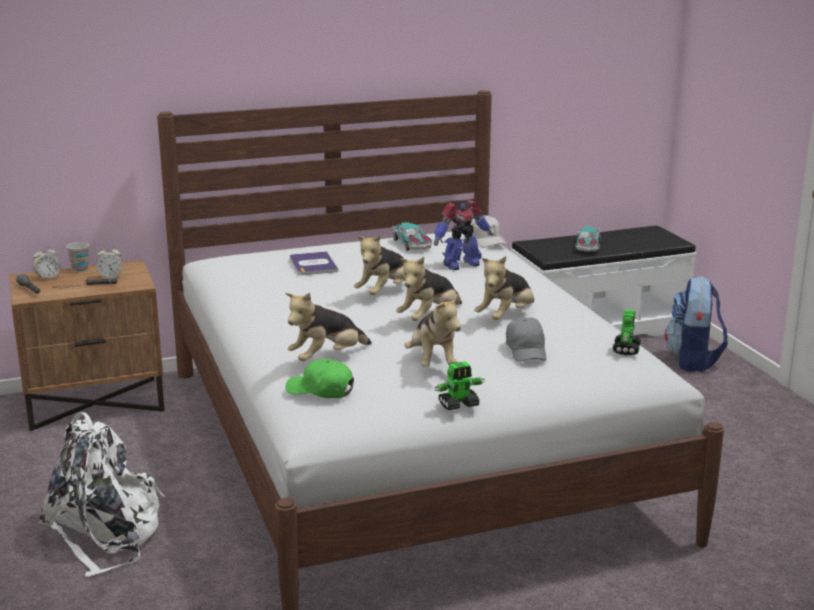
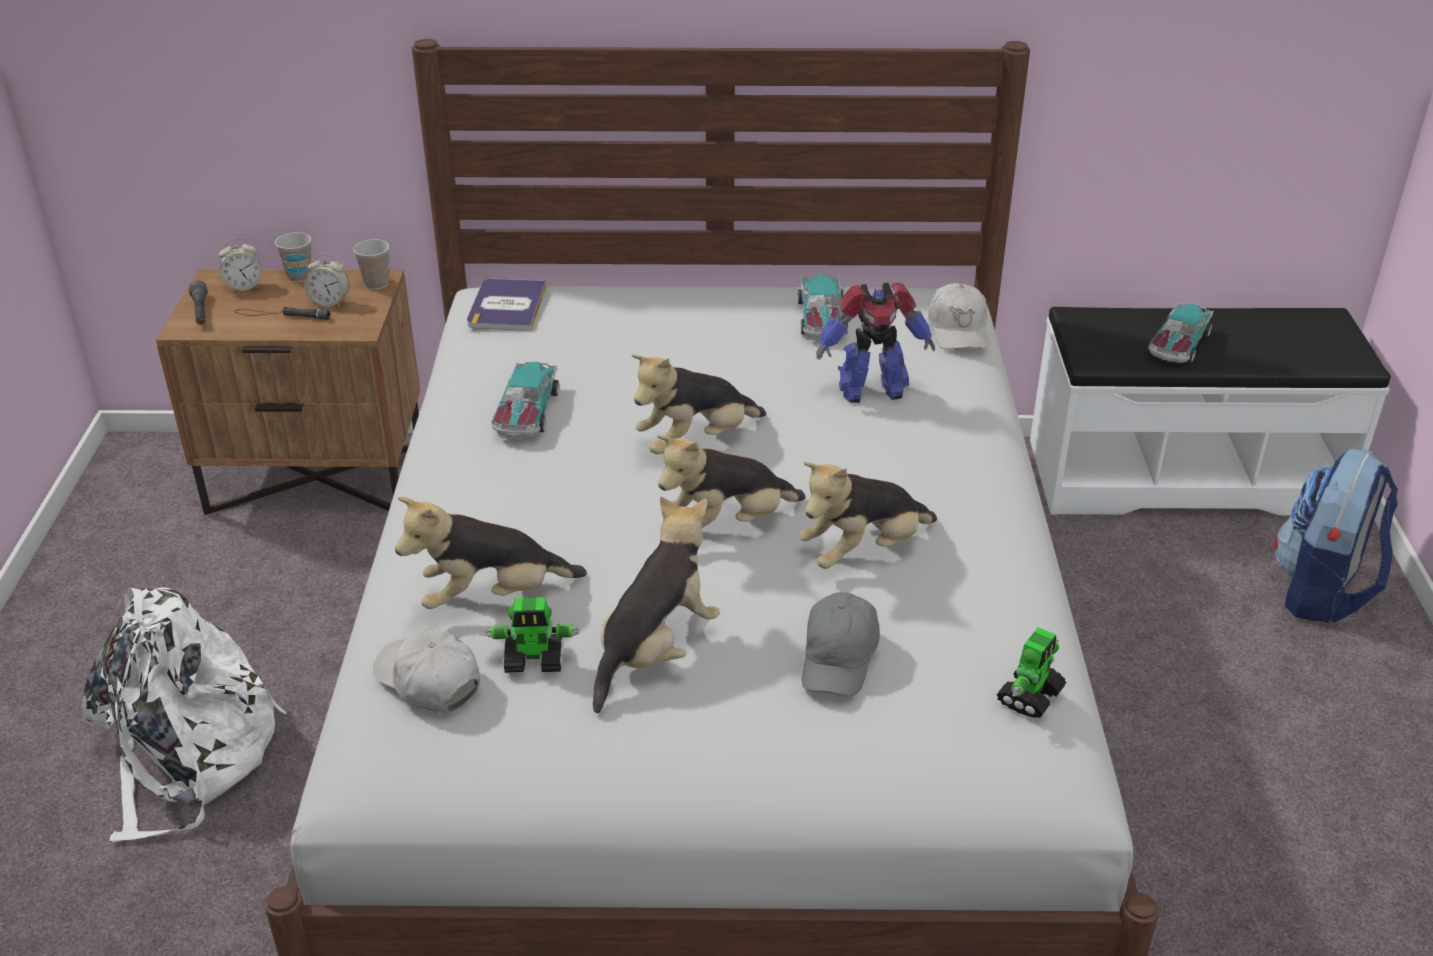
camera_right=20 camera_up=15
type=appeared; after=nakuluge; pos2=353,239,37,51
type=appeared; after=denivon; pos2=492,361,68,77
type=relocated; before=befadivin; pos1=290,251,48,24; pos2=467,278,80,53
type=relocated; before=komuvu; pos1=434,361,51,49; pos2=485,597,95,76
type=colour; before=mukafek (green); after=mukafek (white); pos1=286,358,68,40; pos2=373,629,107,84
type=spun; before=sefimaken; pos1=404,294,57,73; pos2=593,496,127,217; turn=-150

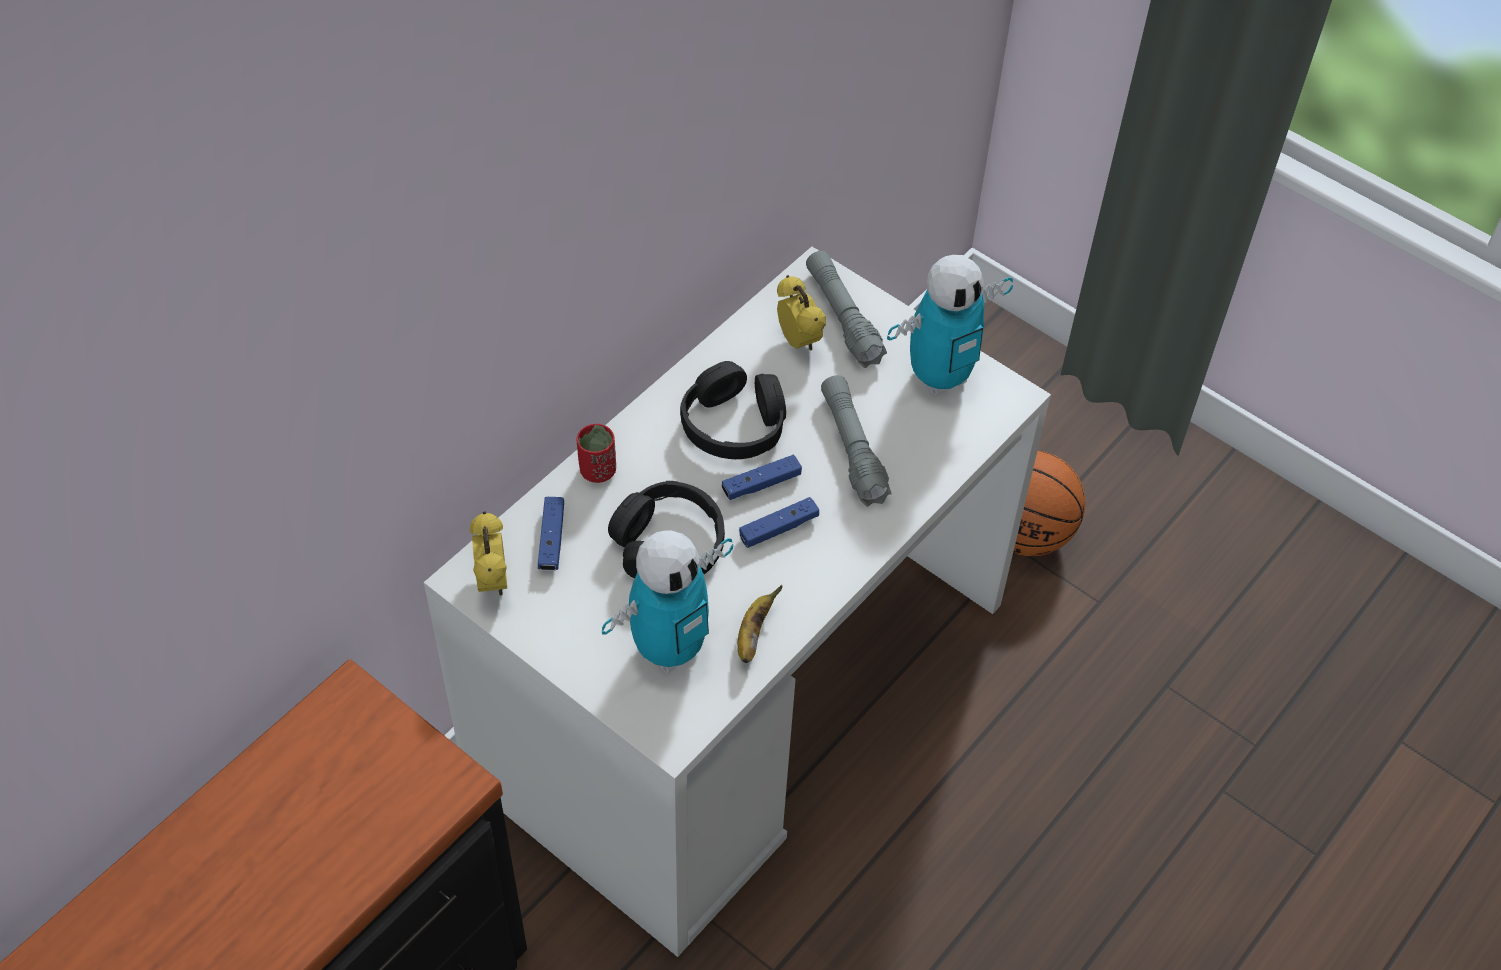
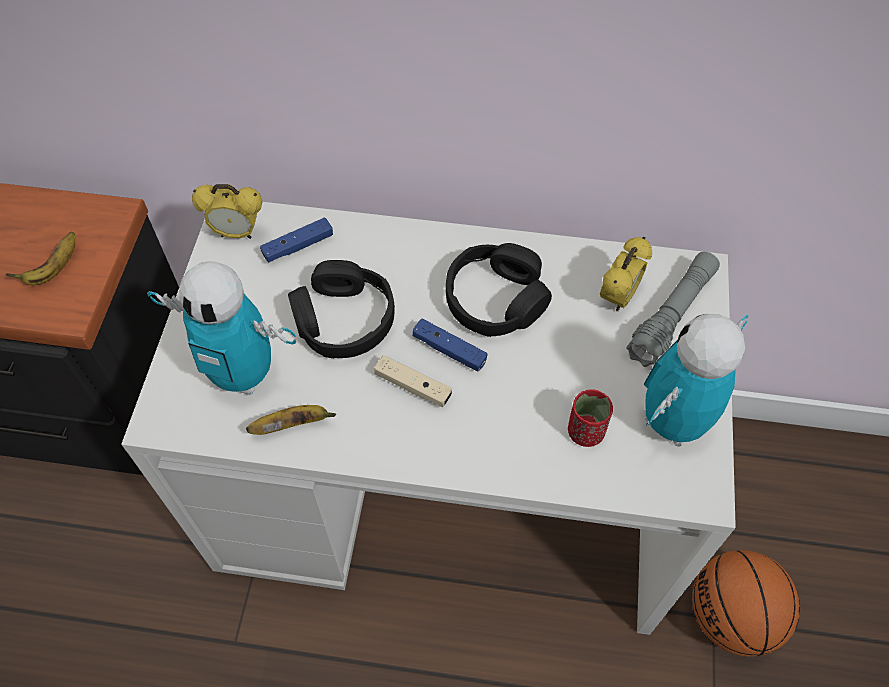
camera_right=60 camera_up=5
type=missing; before=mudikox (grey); pos1=821,375,70,132
type=appeared; after=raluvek; pos2=5,232,70,53
type=relocated; before=nakuluge (red); pos1=577,424,39,59; pos2=568,389,45,58
type=colour; before=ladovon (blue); after=ladovon (beige); pos1=739,497,80,51; pos2=374,355,78,52
type=spun; before=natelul; pos1=470,511,37,85; pos2=192,184,71,55; turn=45
type=spun; before=komuvu; pos1=887,255,126,140; pos2=644,314,105,133; turn=105

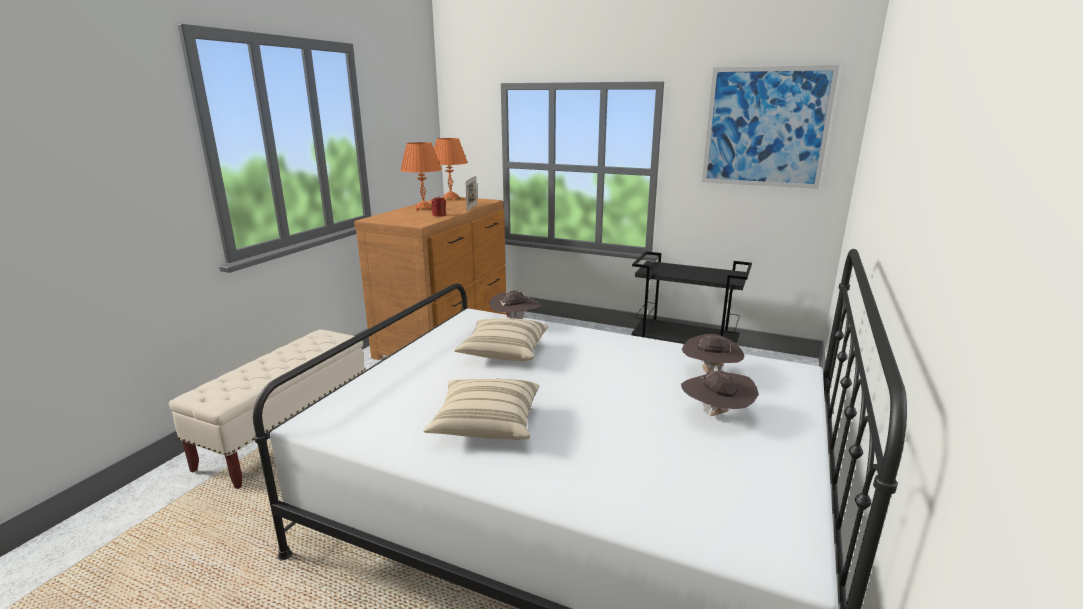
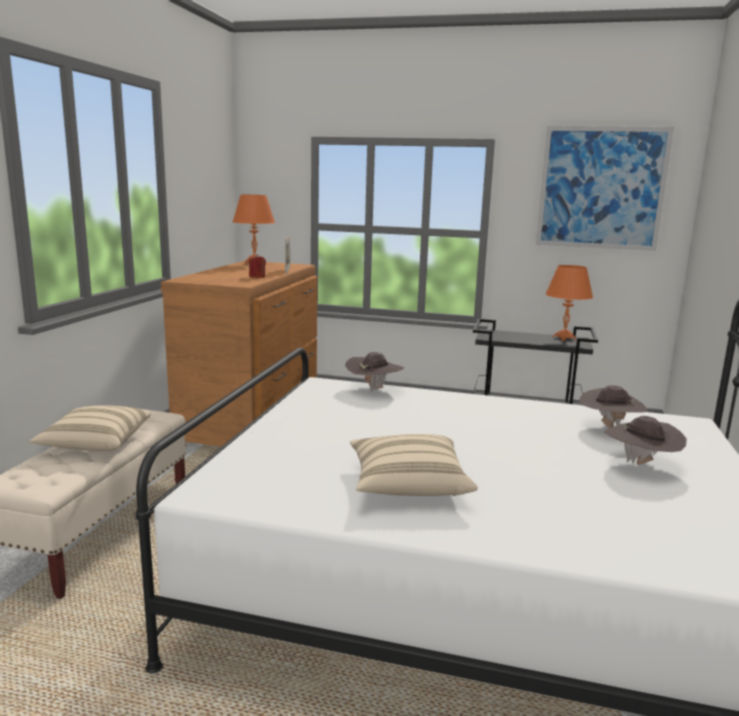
camera_right=-10 camera_up=-5
type=relocated; before=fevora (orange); pos1=400,142,42,69; pos2=545,265,48,76
type=relocated; before=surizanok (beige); pos1=454,318,94,44; pos2=29,405,122,46

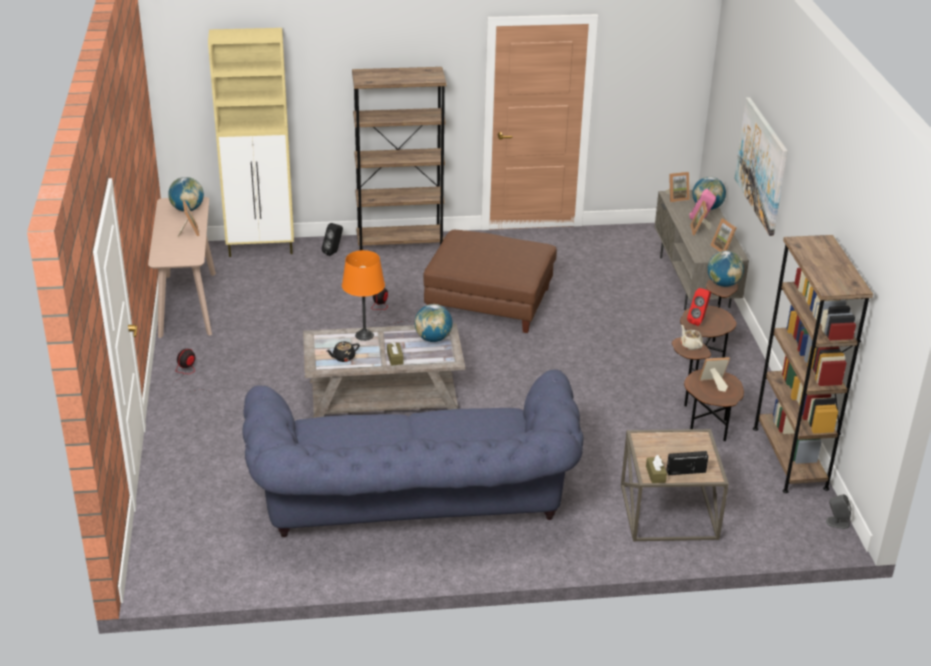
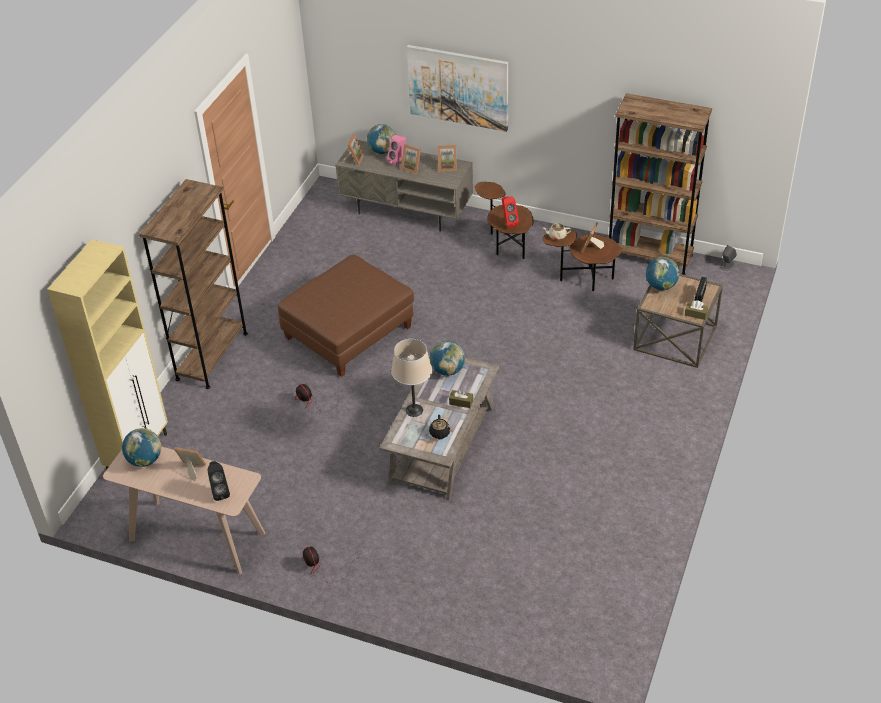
camera_right=-60 camera_up=10
type=missing; before=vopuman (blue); pos1=242,369,341,168
type=relocated; before=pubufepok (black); pos1=322,223,21,33; pos2=208,461,22,40
type=relocated; before=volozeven; pos1=708,251,36,36; pos2=646,257,33,33
type=colour; before=fevora (orange); after=fevora (beige); pos1=342,250,43,91; pos2=391,339,41,78

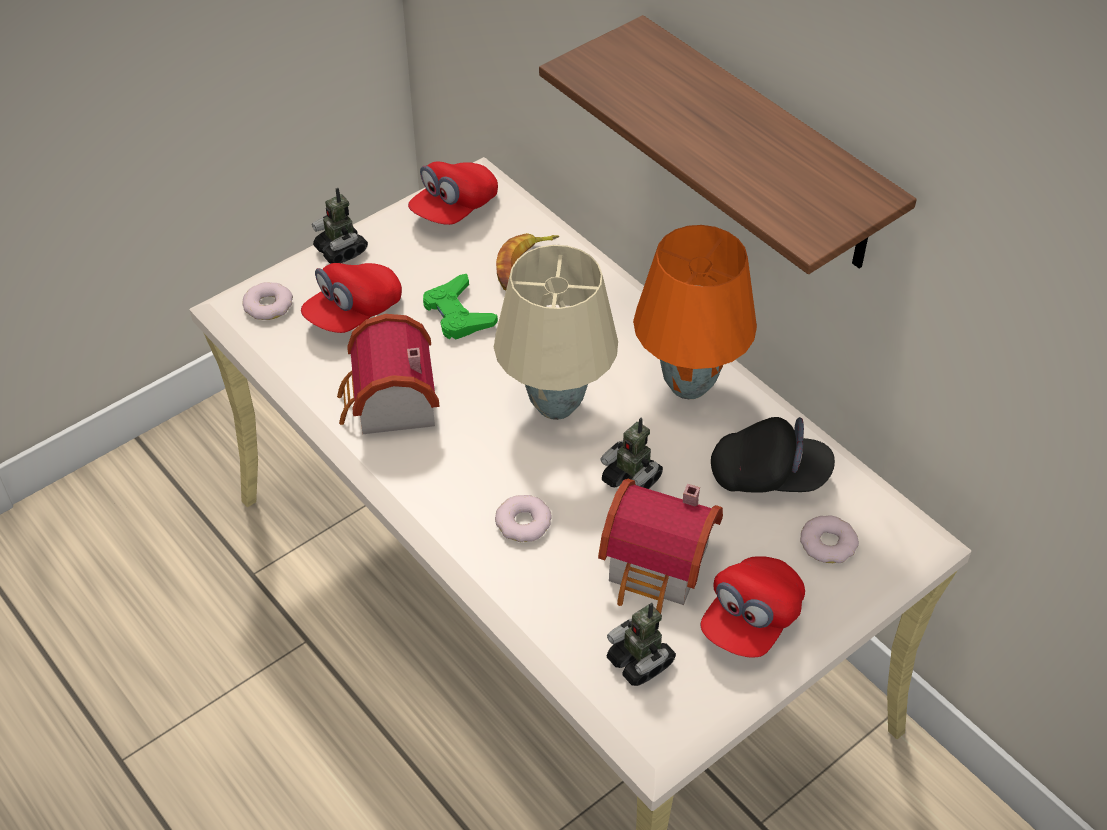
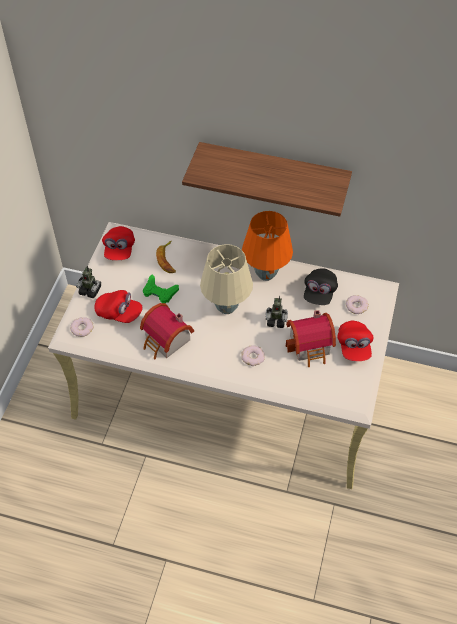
camera_right=-35 camera_up=5
type=missing; before=komuvu; pos1=607,603,69,83
type=spun; before=mukafek (red); pos1=301,263,101,70; pos2=95,290,48,33; turn=-75
type=spun; before=mukafek (black); pos1=711,417,124,76; pos2=304,269,34,36; turn=135

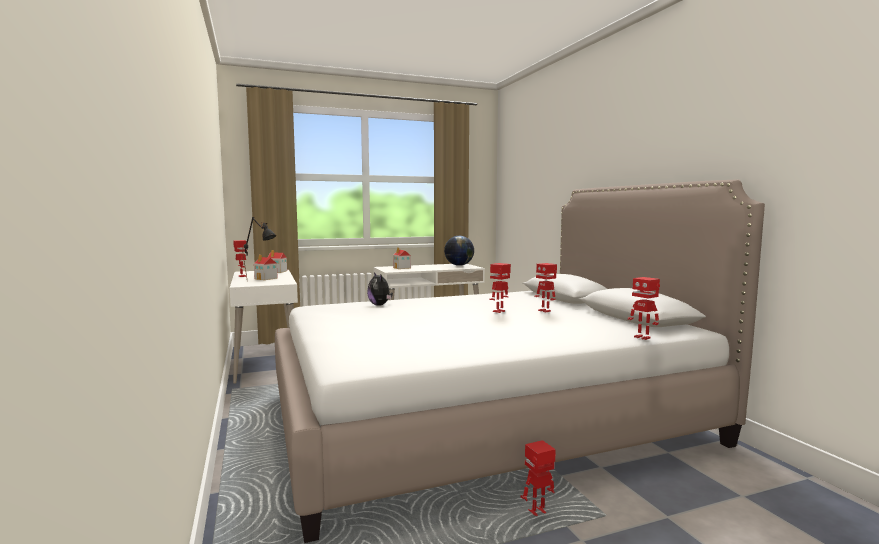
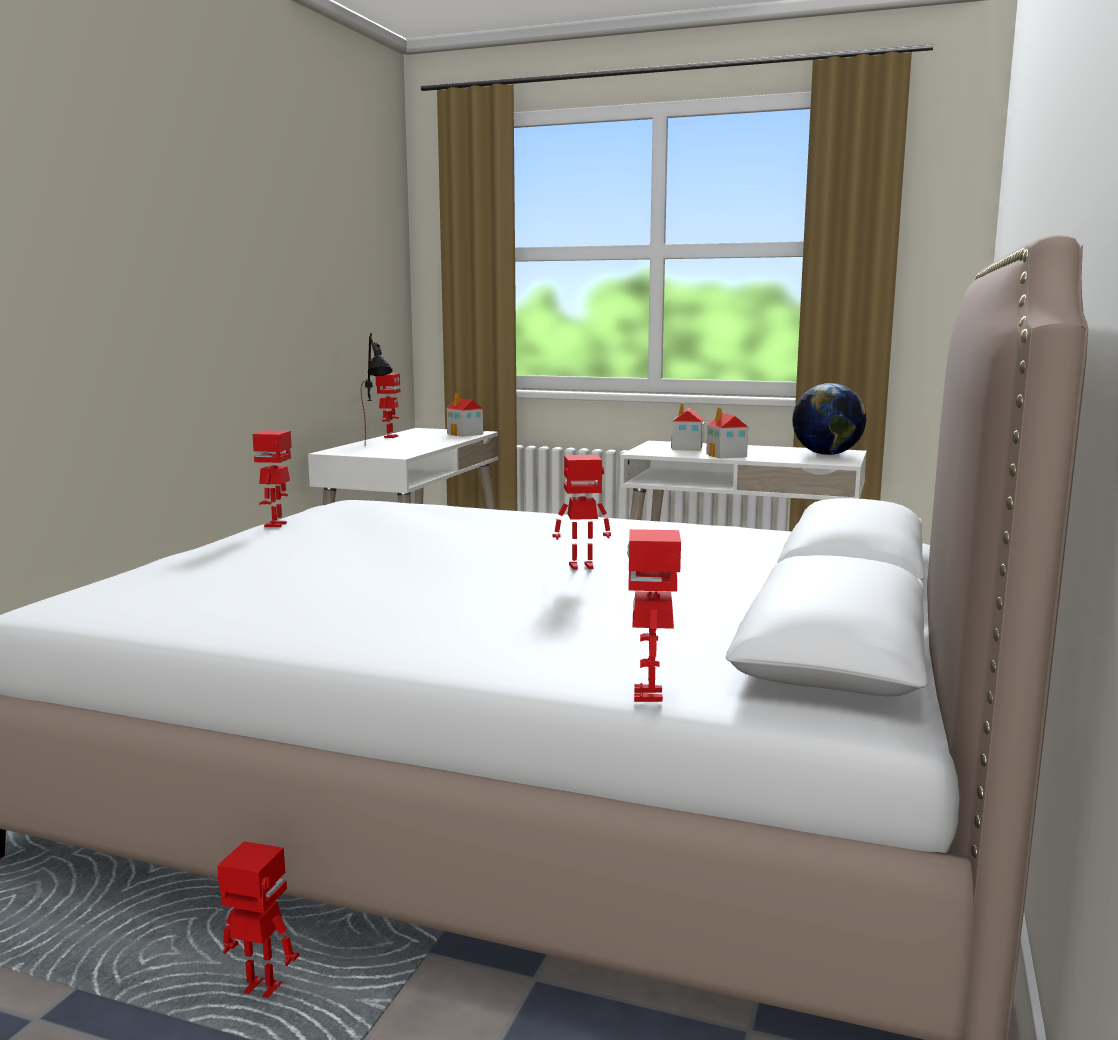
camera_right=40 camera_up=5
type=missing; before=sefimaken; pos1=367,272,26,34
type=relocated; before=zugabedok; pos1=254,254,24,26; pos2=706,408,42,51
type=relocated; before=komuvu; pos1=535,263,22,50; pos2=252,431,40,96

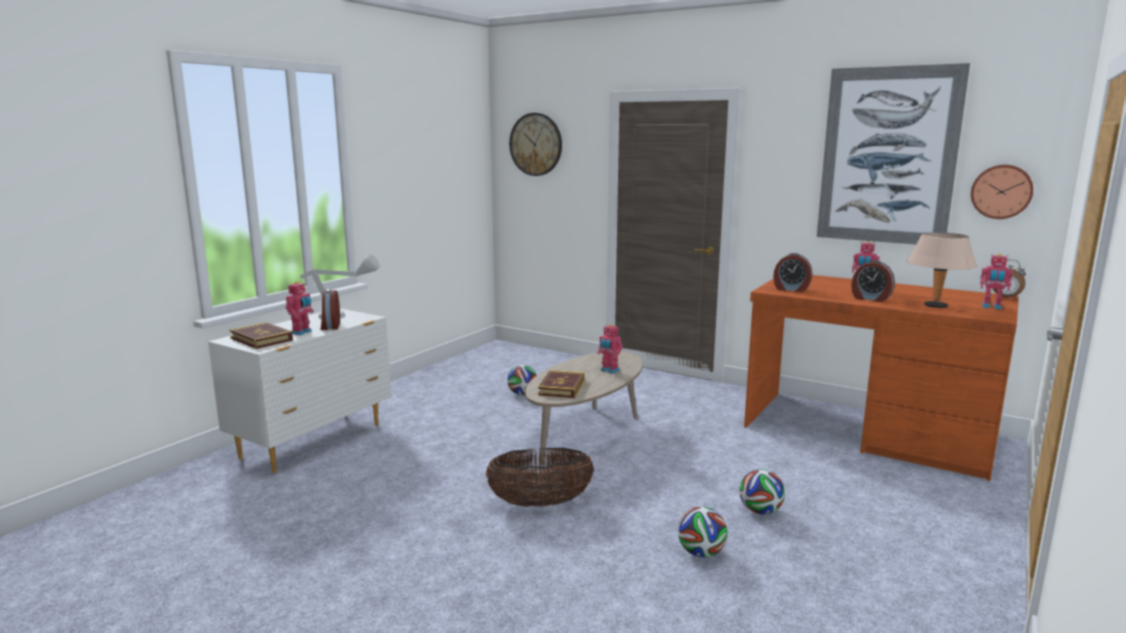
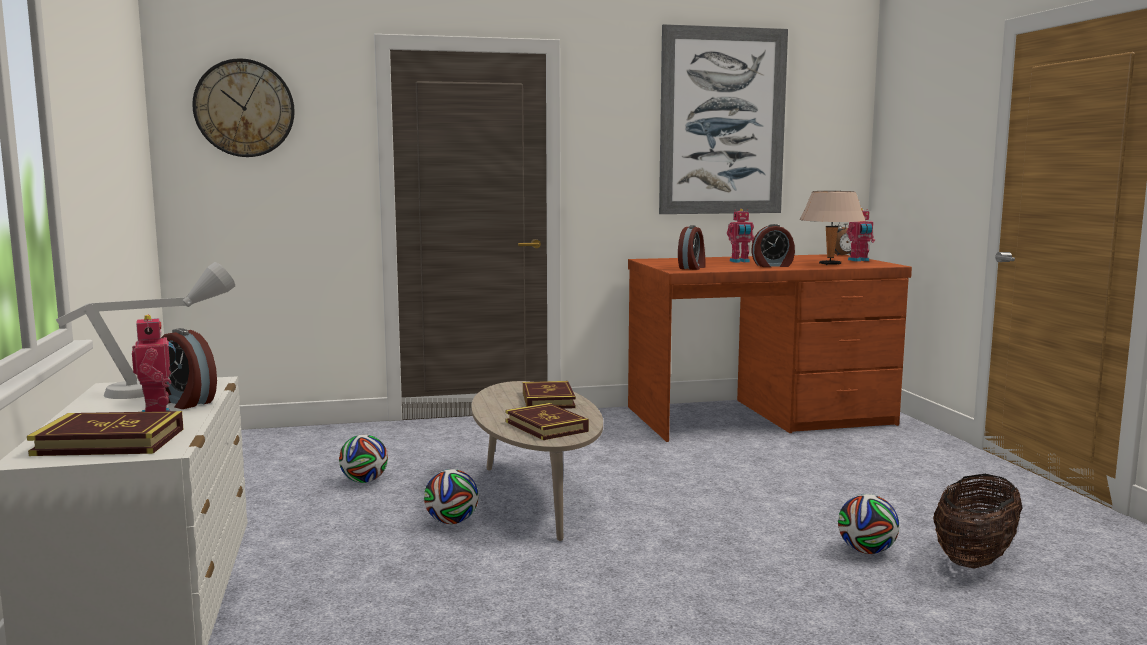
camera_right=-45 camera_up=-5
type=missing; before=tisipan; pos1=971,165,63,54
type=relocated; before=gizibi; pos1=486,448,108,59; pos2=933,474,90,95
type=relocated; before=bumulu; pos1=739,469,46,46; pos2=424,469,54,55
type=exchanged; before=komuvu; after=befadivin; pos1=597,324,26,50; pos2=523,381,53,28
type=spun; before=natelul; pos1=773,253,40,39; pos2=678,225,28,45; turn=-45

